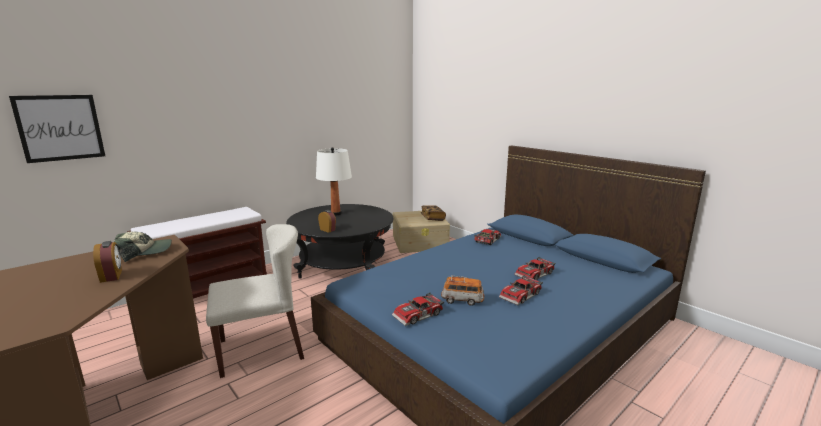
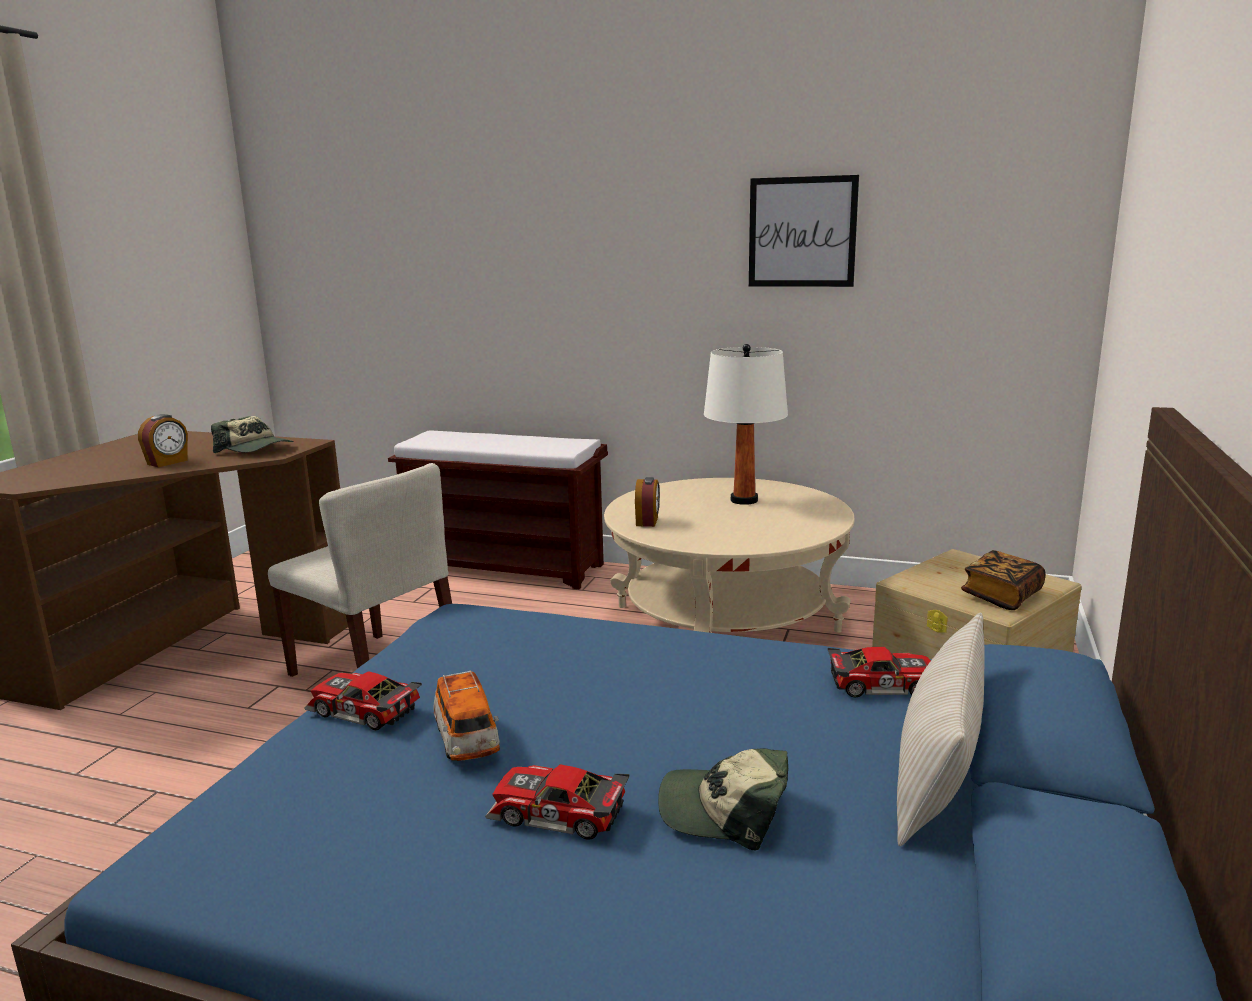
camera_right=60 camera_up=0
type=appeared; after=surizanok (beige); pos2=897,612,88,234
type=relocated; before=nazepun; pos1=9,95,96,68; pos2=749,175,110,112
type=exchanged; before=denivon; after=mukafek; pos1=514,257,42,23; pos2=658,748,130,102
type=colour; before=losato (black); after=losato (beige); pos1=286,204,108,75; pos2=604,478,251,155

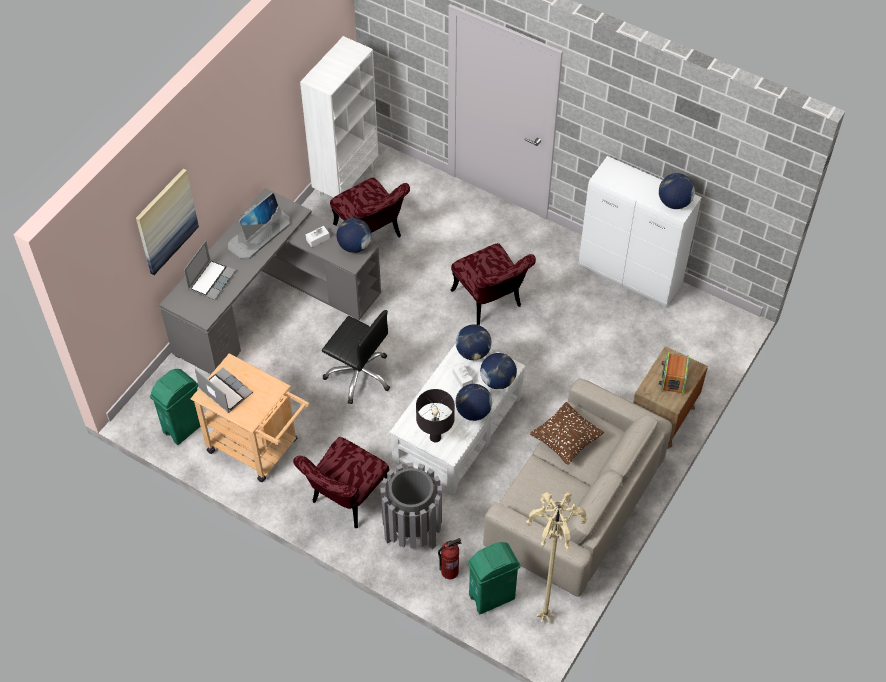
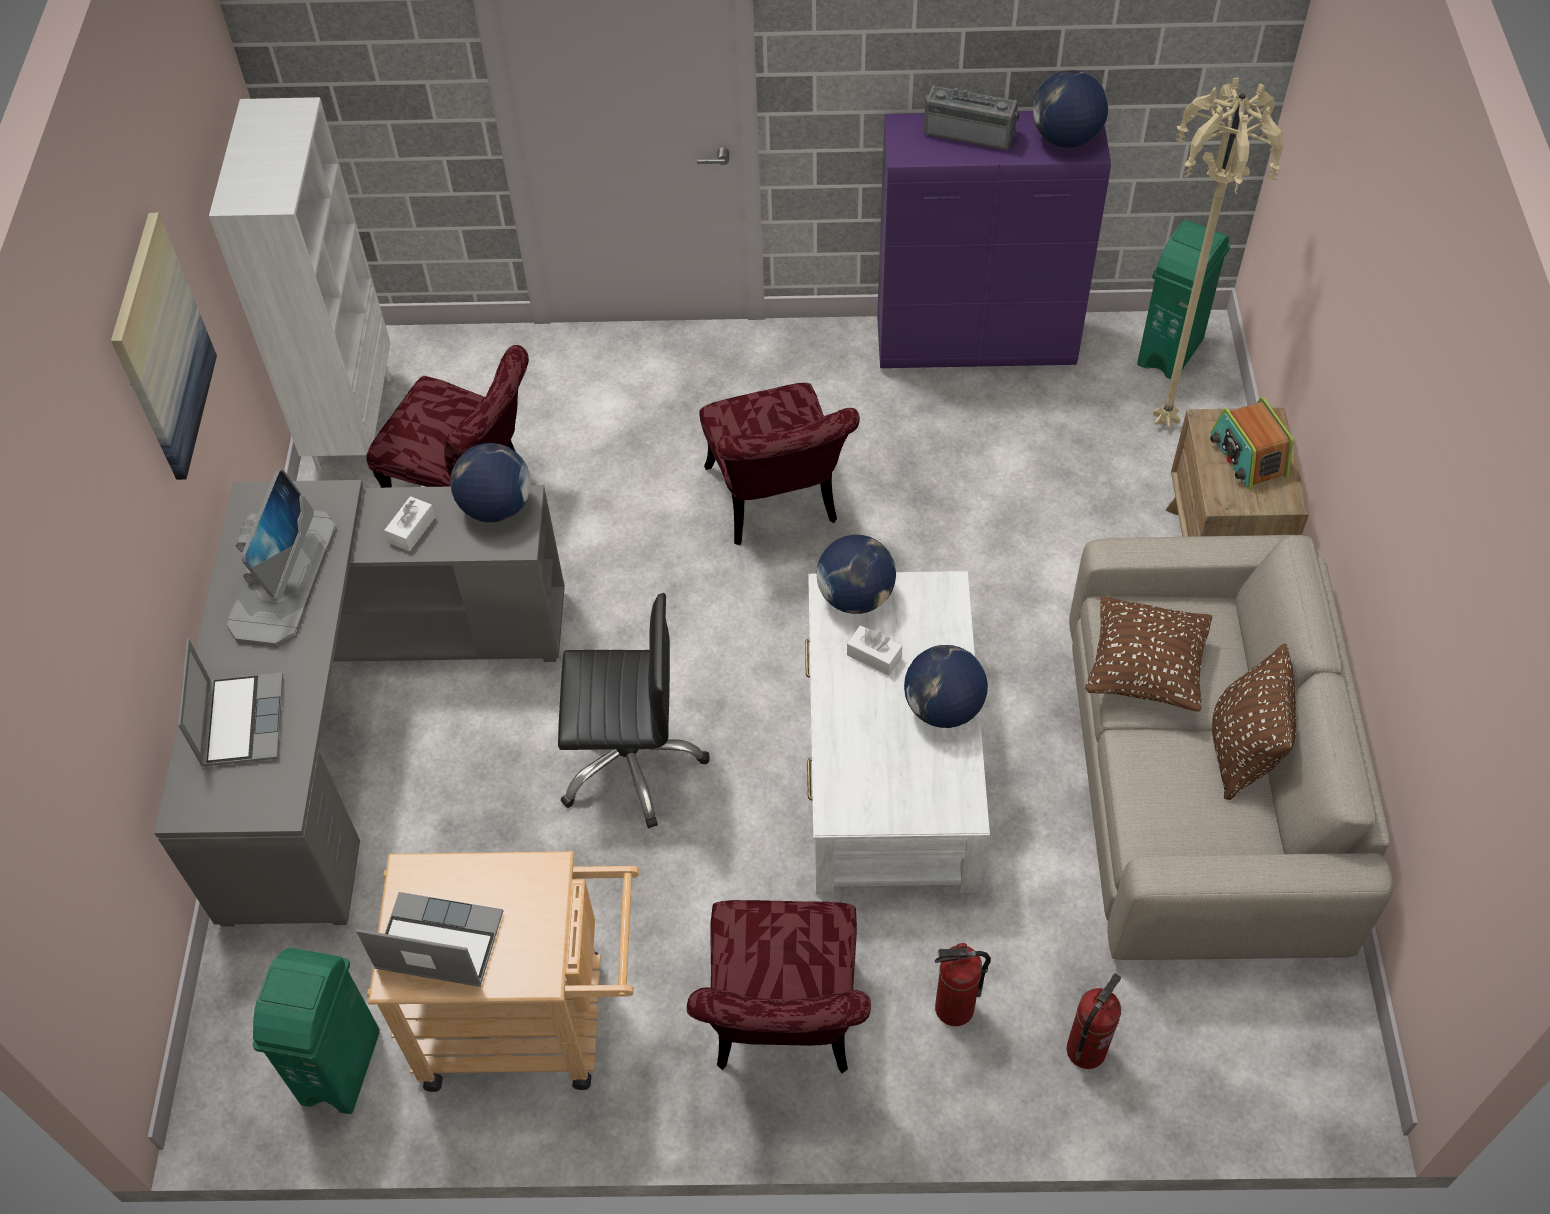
camera_right=-30 camera_up=0
type=missing; before=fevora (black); pos1=416,389,39,53
type=missing; before=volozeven; pos1=480,353,37,36
type=appeared; after=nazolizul; pos2=924,85,96,65
type=appeared; after=surizanok (brown); pos2=1212,643,84,157
type=relocated; before=nazepun; pos1=136,169,63,106; pos2=111,213,106,267
type=relocated; before=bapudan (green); pos1=468,542,52,72; pos2=1137,220,93,159
type=relocated; before=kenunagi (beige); pos1=526,492,62,130; pos2=1153,78,131,351
type=exchanged; before=bapudan (grey); after=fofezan; pos1=381,463,61,87; pos2=935,943,56,83
type=colour; before=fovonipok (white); after=fovonipok (purple); pos1=579,156,123,151; pos2=877,111,234,257
type=spun; before=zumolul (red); pos1=451,243,85,82; pos2=699,383,161,162; turn=45

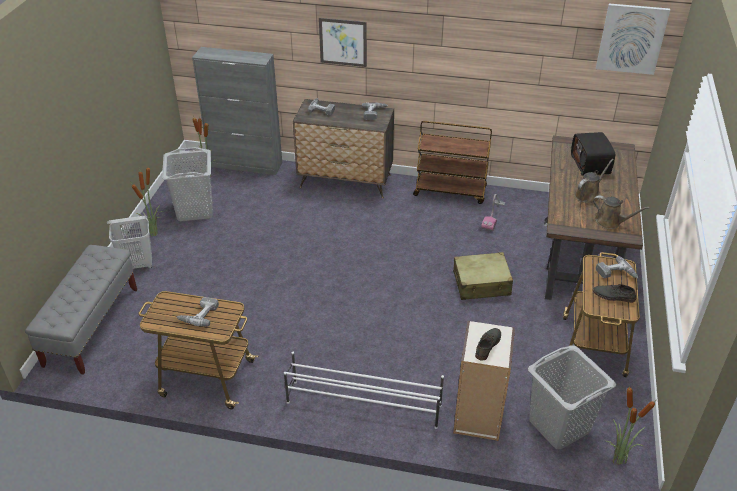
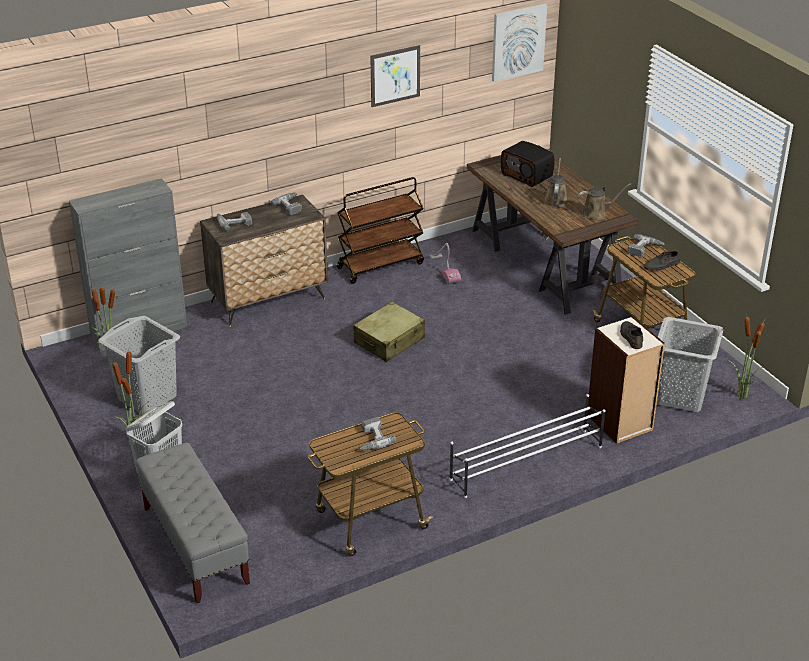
camera_right=-40 camera_up=-5
type=relocated; before=nazepun; pos1=319,18,48,49; pos2=370,45,50,62
type=relocated; before=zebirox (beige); pos1=453,252,60,48; pos2=353,302,72,60

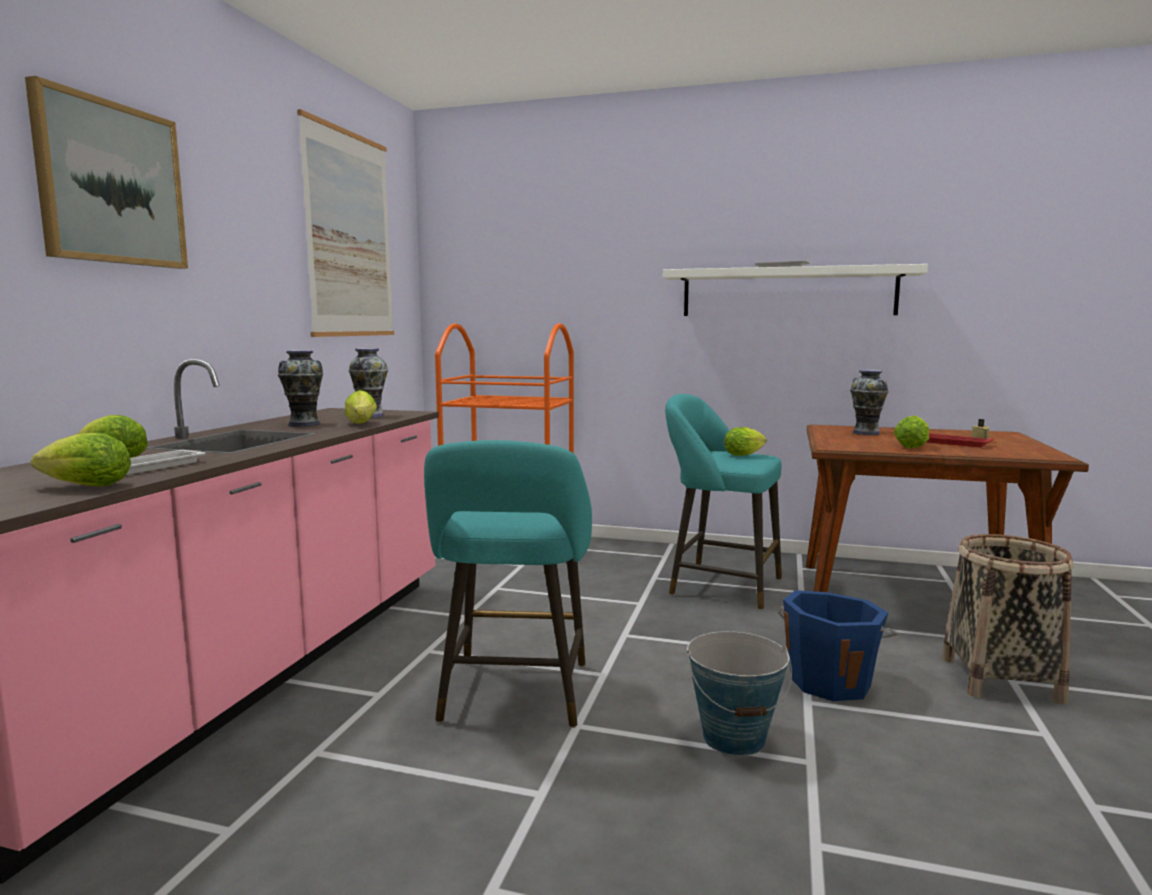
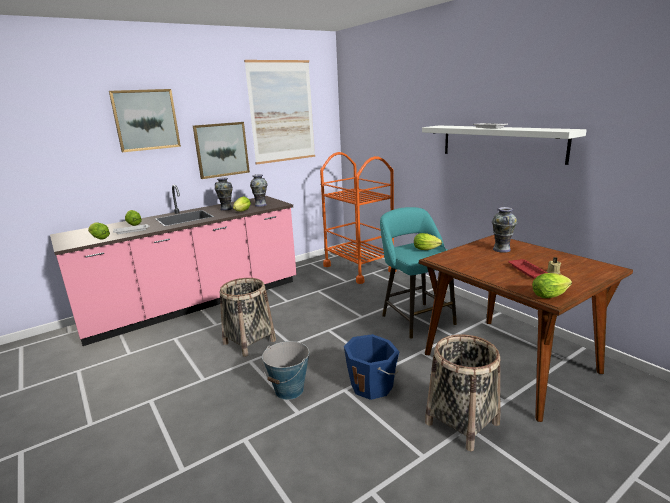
camera_right=40 camera_up=10
type=appeared; after=nazepun; pos2=193,122,57,57
type=relocated; before=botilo; pos1=894,415,35,34; pos2=532,273,40,25
type=exchanged; before=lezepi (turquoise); after=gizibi; pos1=424,440,168,288; pos2=220,278,56,79

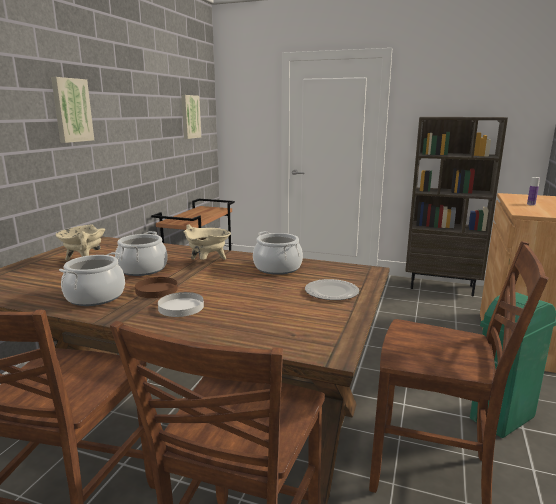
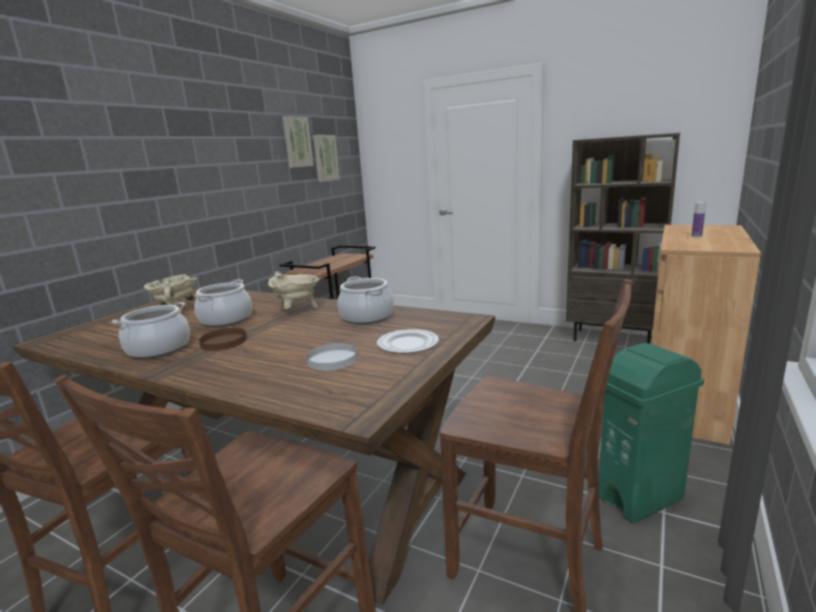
camera_right=10 camera_up=0
type=relocated; before=nazepun; pos1=51,77,43,66; pos2=282,116,32,52
type=relocated; before=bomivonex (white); pos1=158,292,46,25; pos2=306,343,52,28

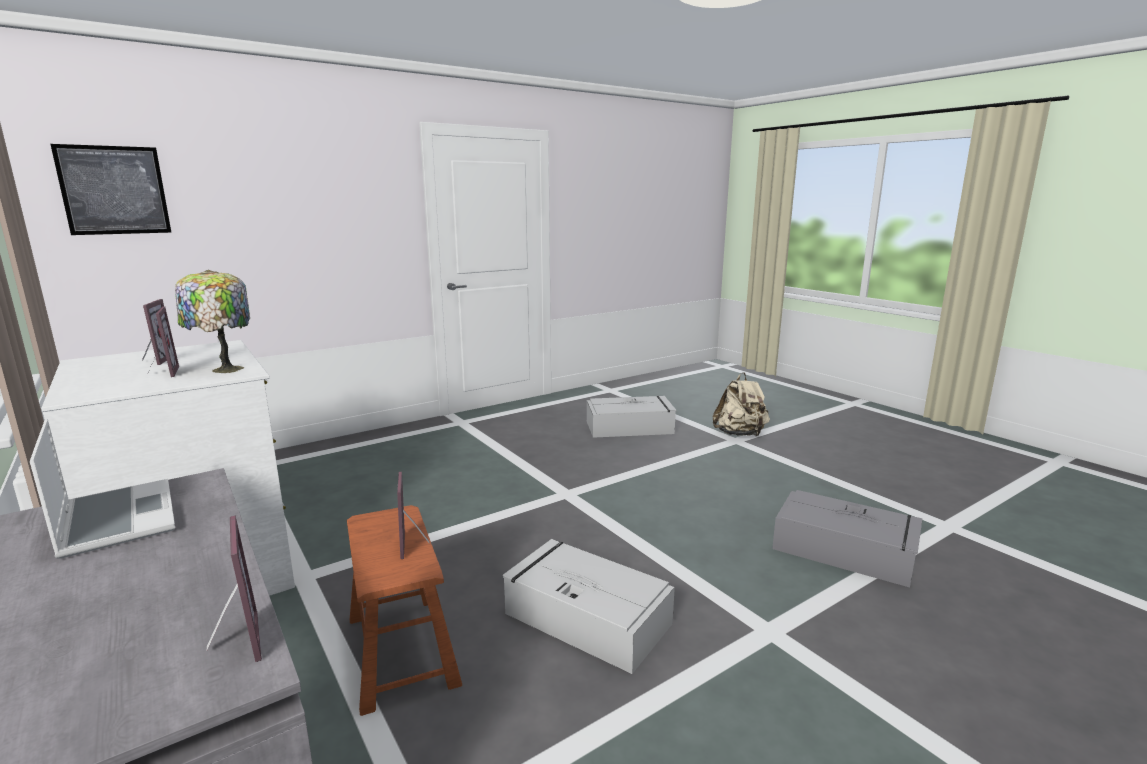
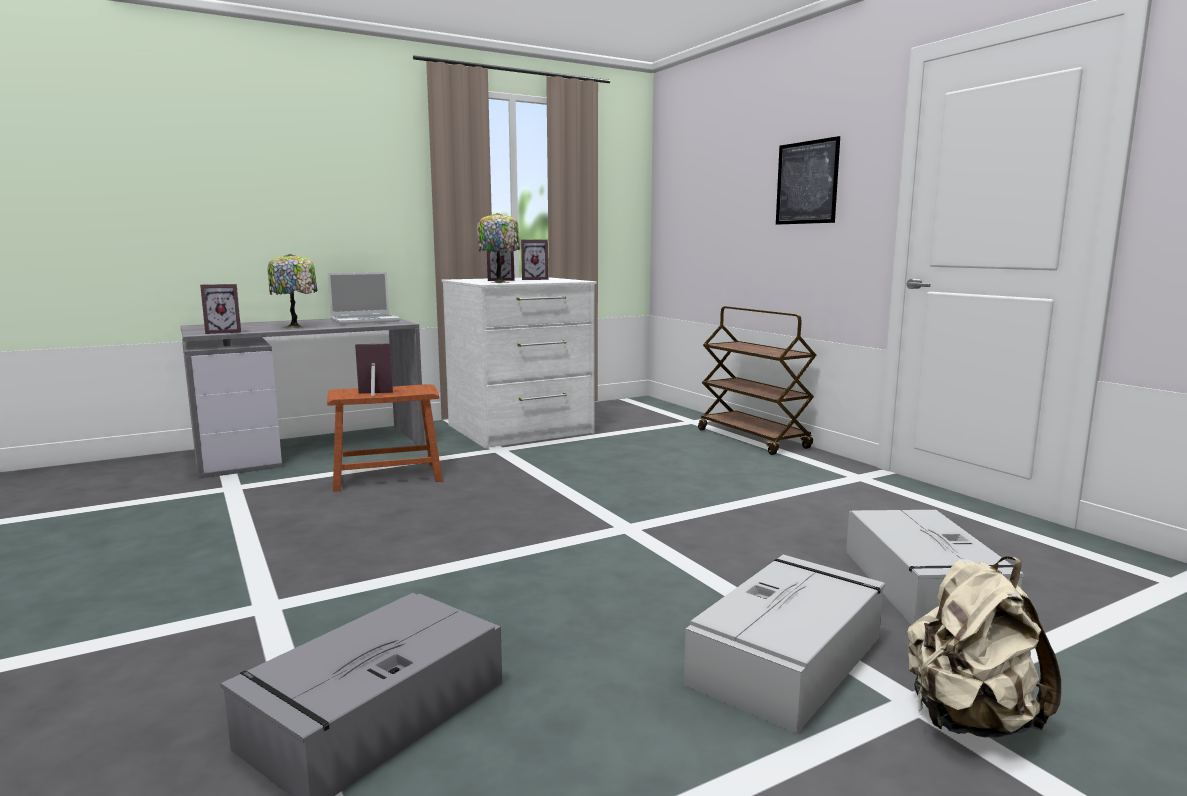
camera_right=95 camera_up=-5
type=appeared; after=fevora; pos2=268,254,49,74
type=appeared; after=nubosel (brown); pos2=698,306,118,149
type=relocated; before=nazepun; pos1=50,144,121,91; pos2=776,136,64,89
type=relocated; before=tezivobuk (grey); pos1=502,539,173,135; pos2=684,555,201,179

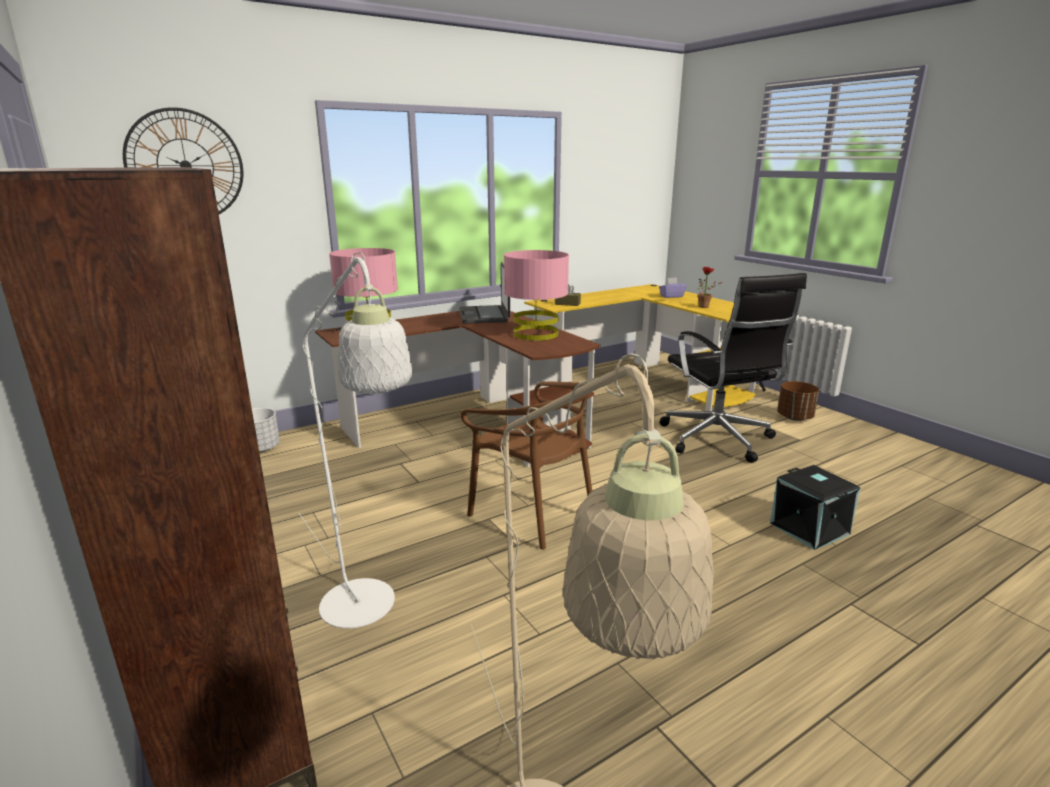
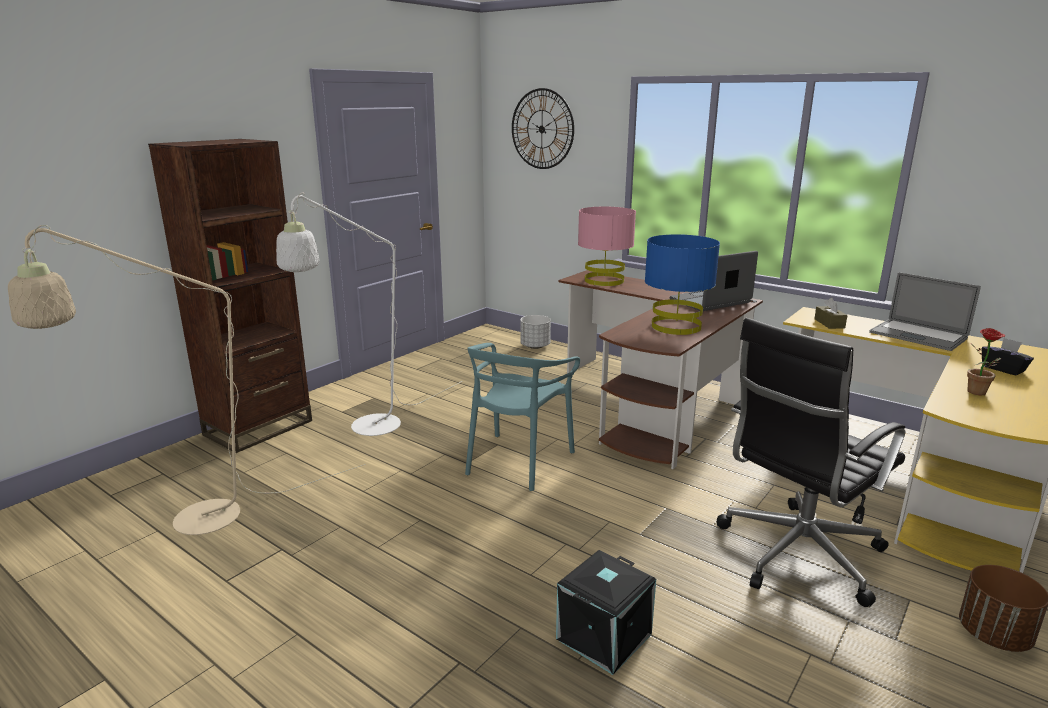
camera_right=70 camera_up=0
type=appeared; after=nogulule; pos2=869,272,112,79
type=colour; before=zumolul (brown); after=zumolul (turquoise); pos1=461,381,131,169; pos2=465,343,115,148
type=colour; before=fevora (pink); after=fevora (blue); pos1=504,250,65,91; pos2=645,234,75,101
type=colour; before=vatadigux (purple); after=vatadigux (black); pos1=659,278,28,20; pos2=982,338,52,38

